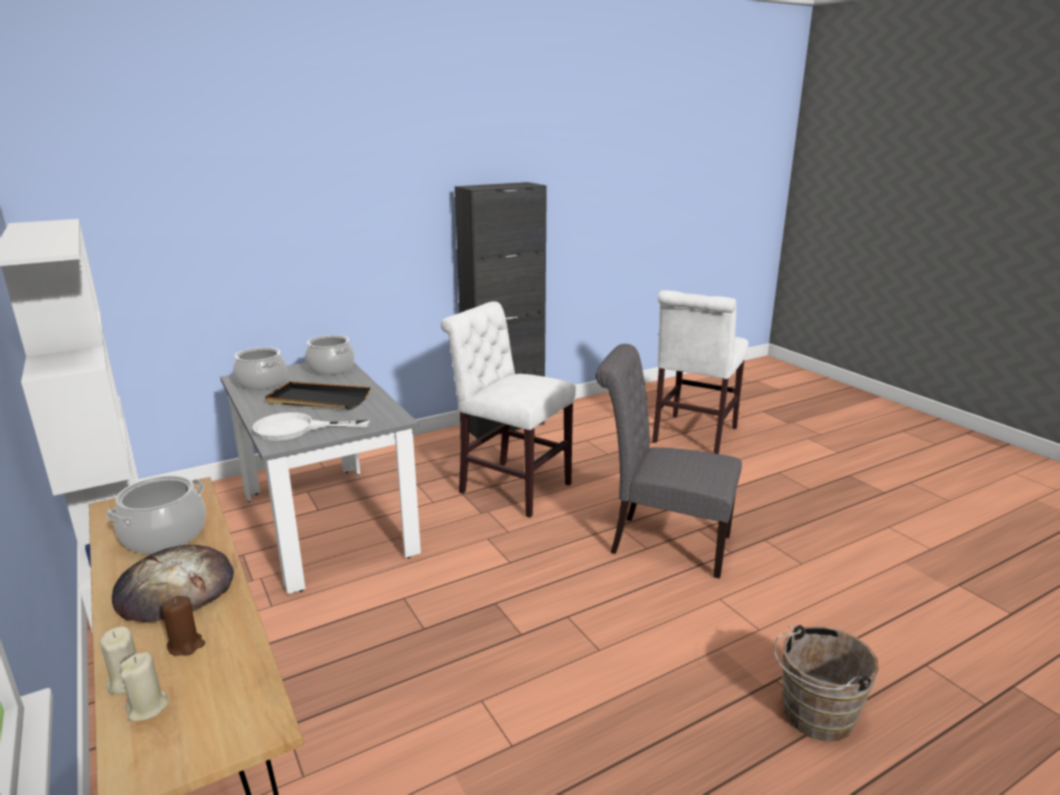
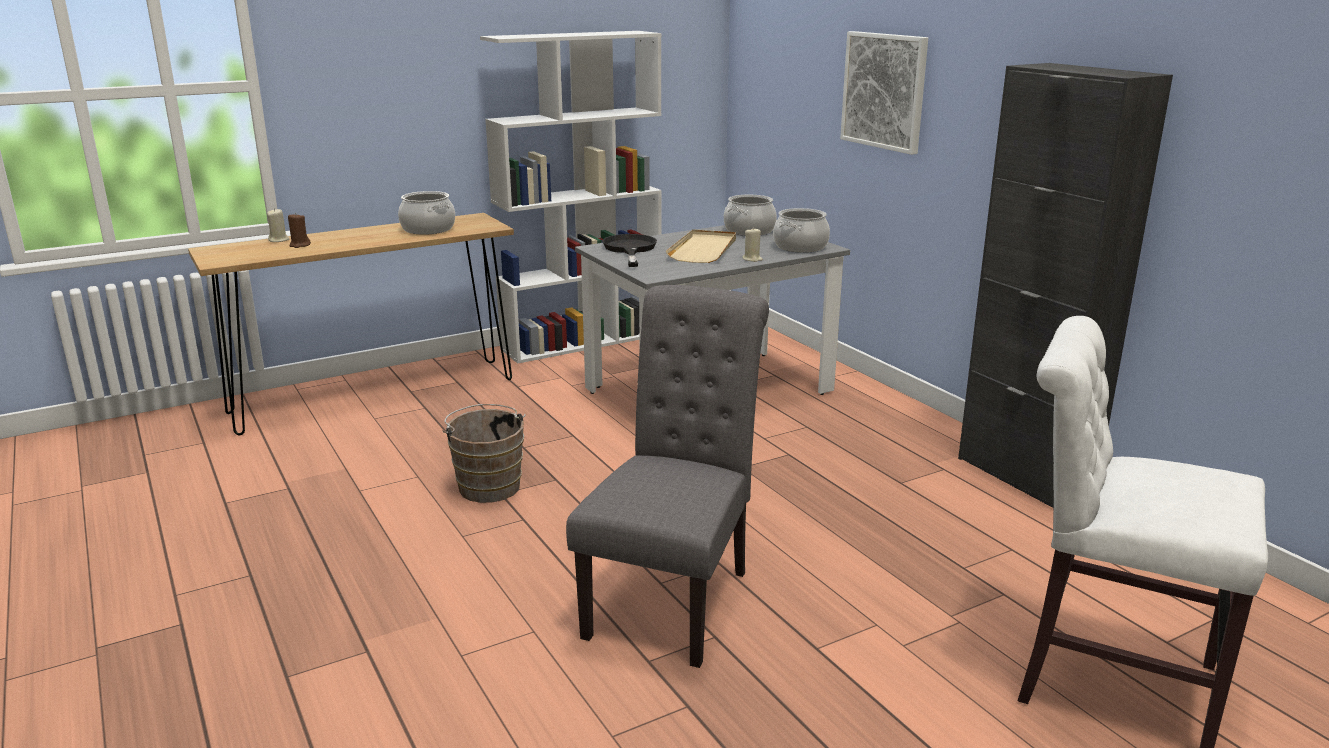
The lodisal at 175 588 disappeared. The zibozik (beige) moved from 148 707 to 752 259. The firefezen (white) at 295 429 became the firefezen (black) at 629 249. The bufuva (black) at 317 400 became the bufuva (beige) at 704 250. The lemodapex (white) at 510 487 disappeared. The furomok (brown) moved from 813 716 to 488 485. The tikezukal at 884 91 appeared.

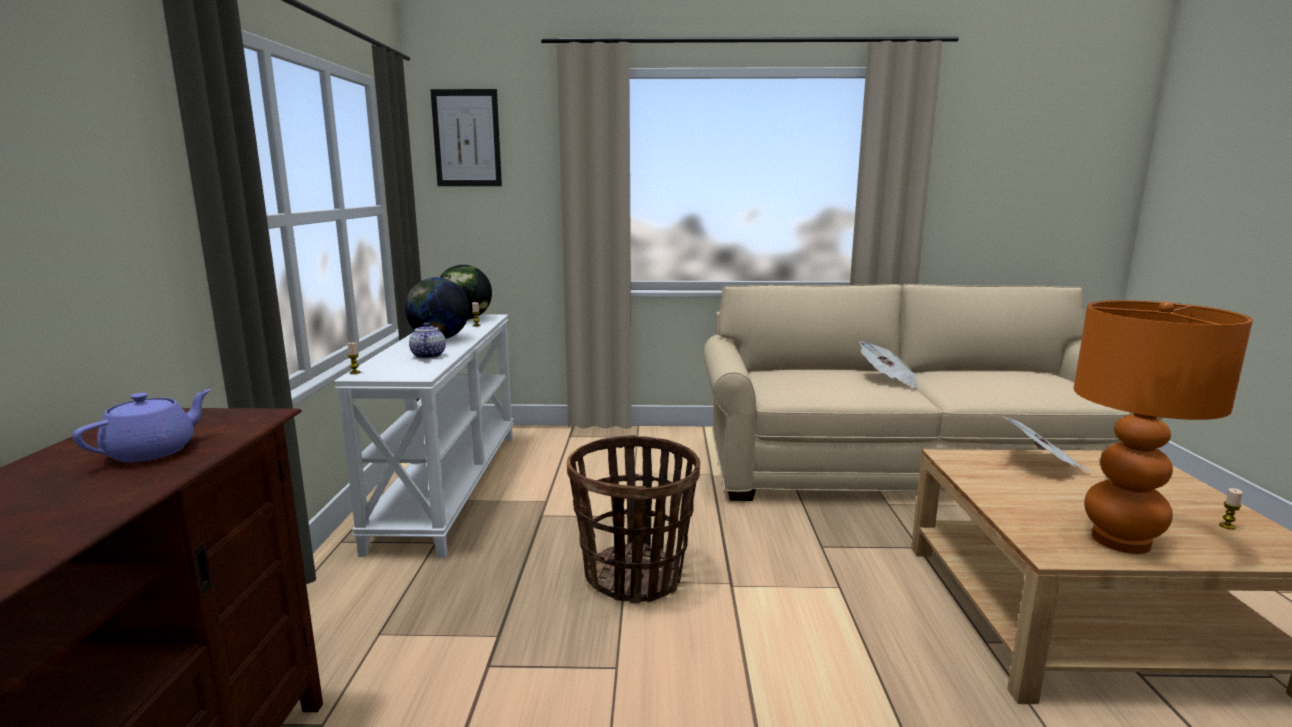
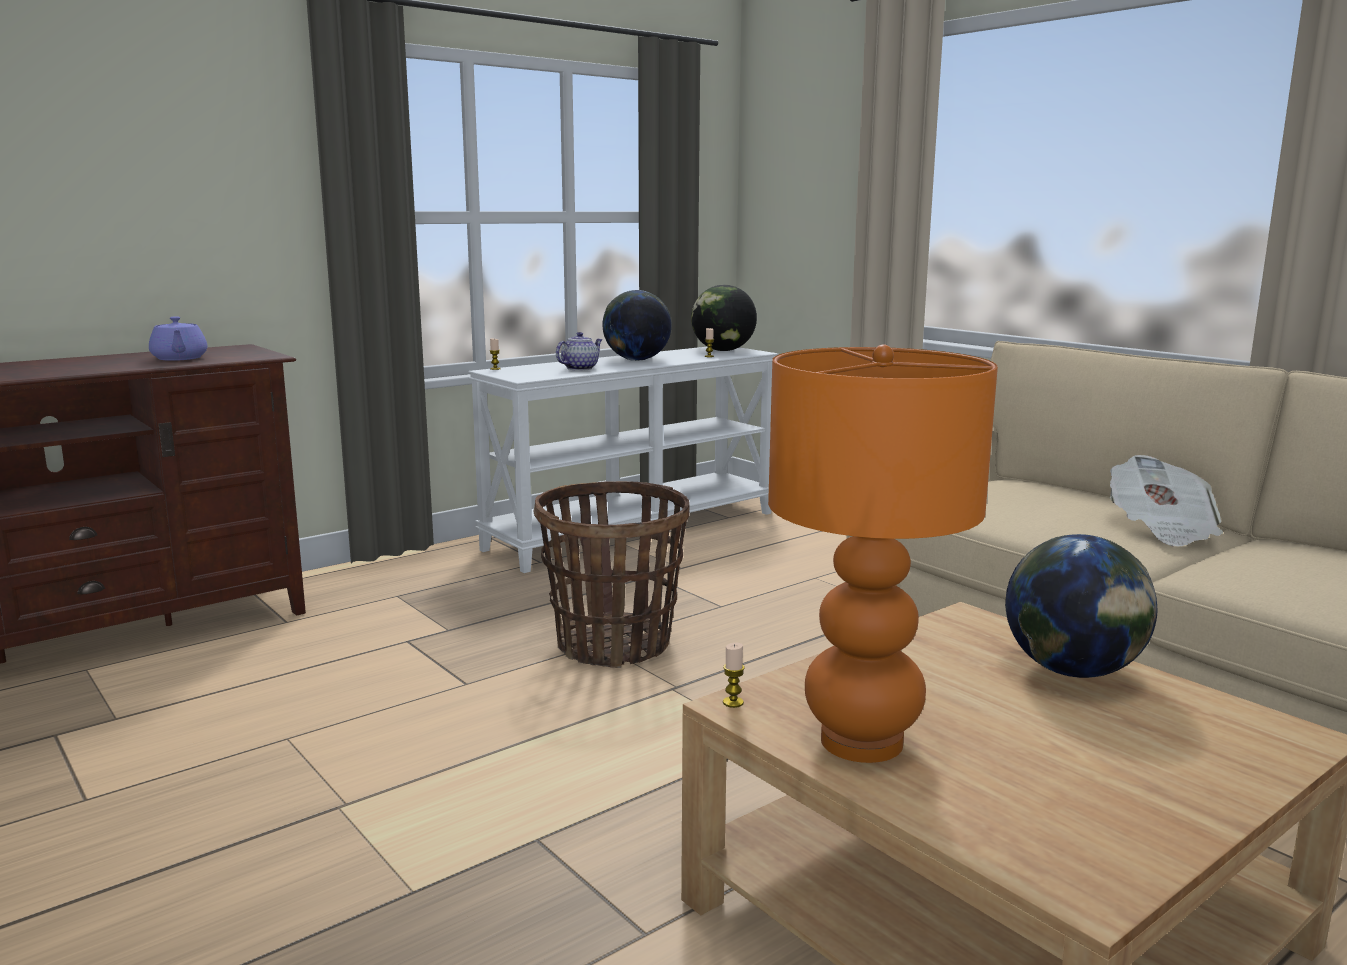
The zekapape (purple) at 153 451 turned 75 degrees clockwise. The tikezukal at 467 138 disappeared. The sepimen at 1043 465 was replaced by the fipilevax at 1072 672. The zibozik moved from 1227 526 to 733 702.

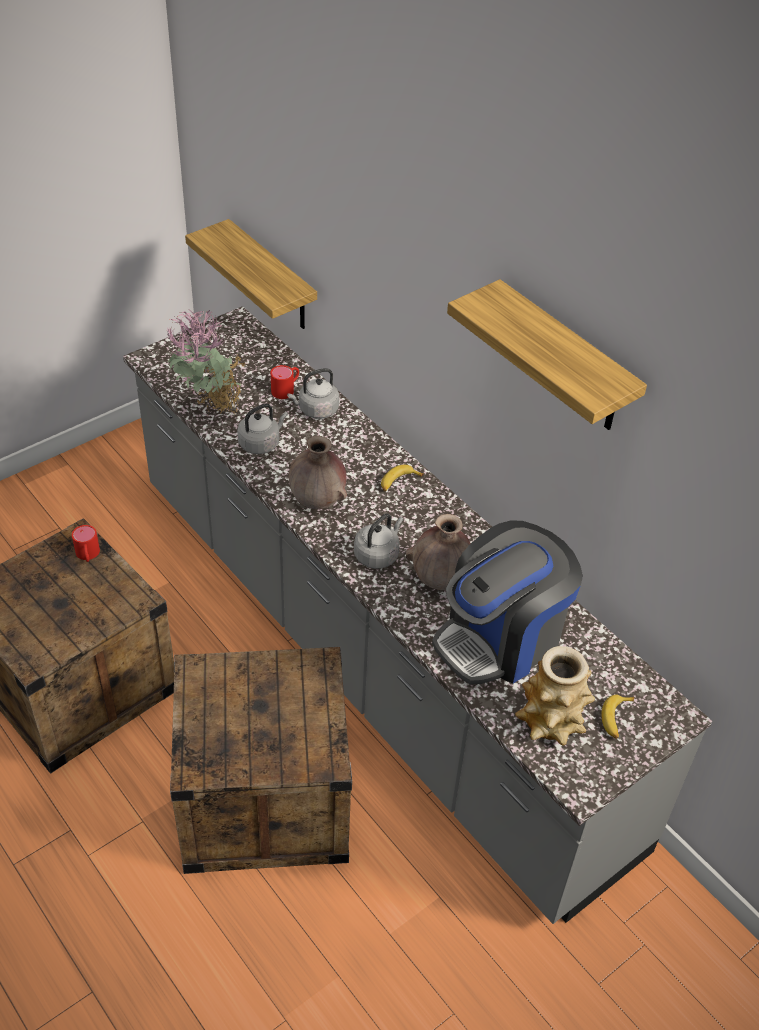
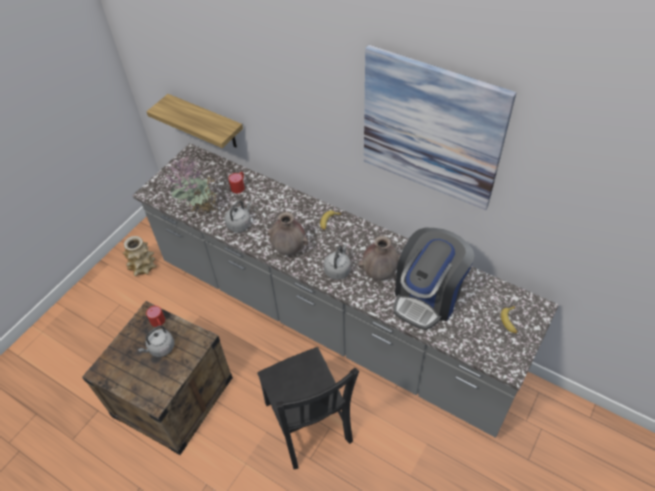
The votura at 264 800 was replaced by the lemodapex (black) at 309 425. The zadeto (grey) moved from 316 410 to 160 348. The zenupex at 564 360 was replaced by the tikezukal at 431 129. The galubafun moved from 550 721 to 143 267.

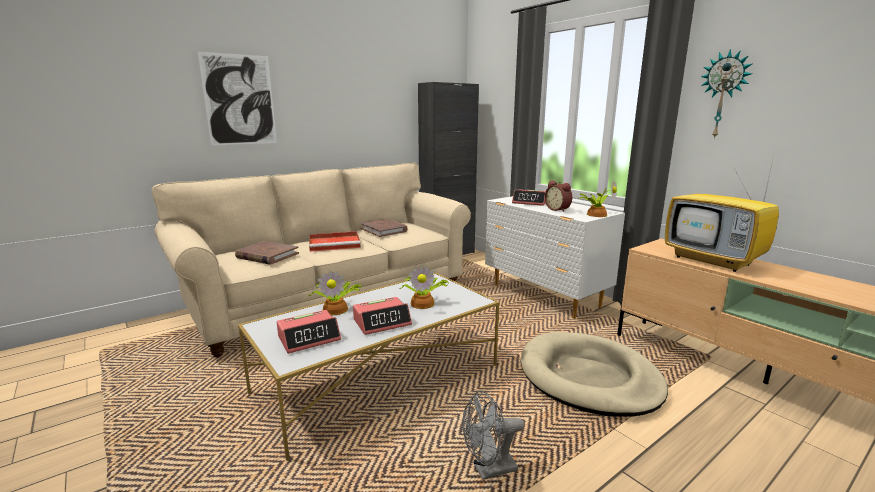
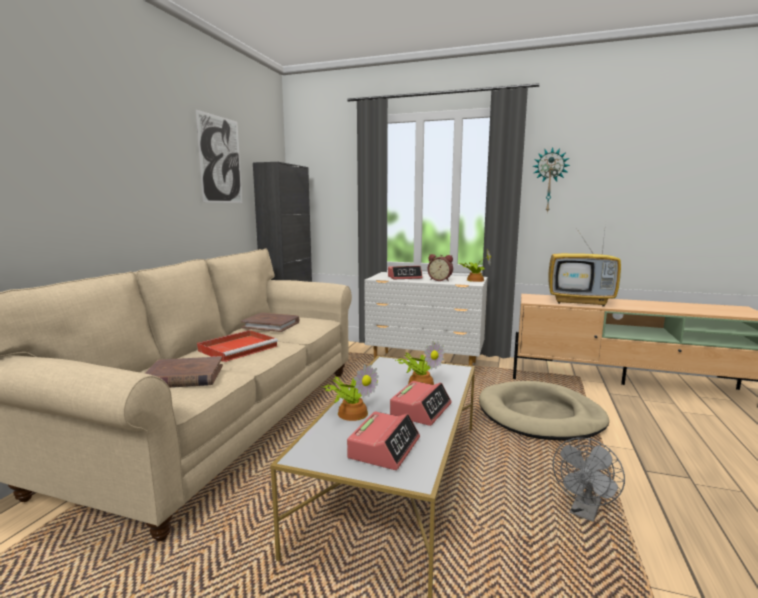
The tikezukal moved from 239 100 to 220 160.

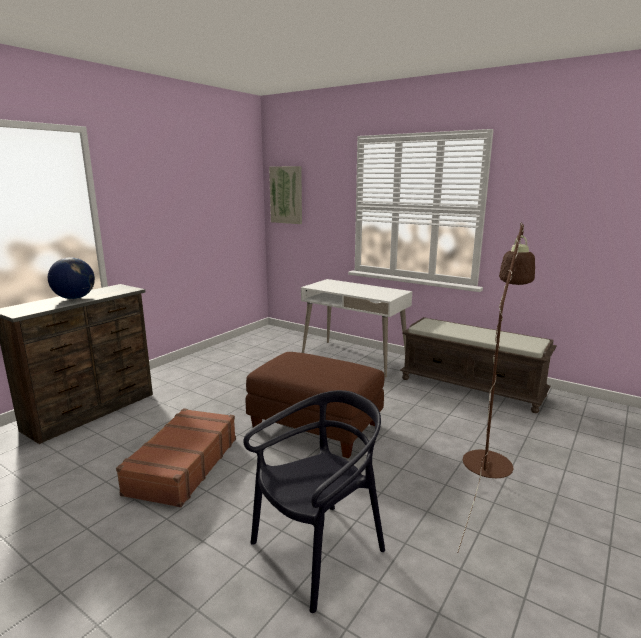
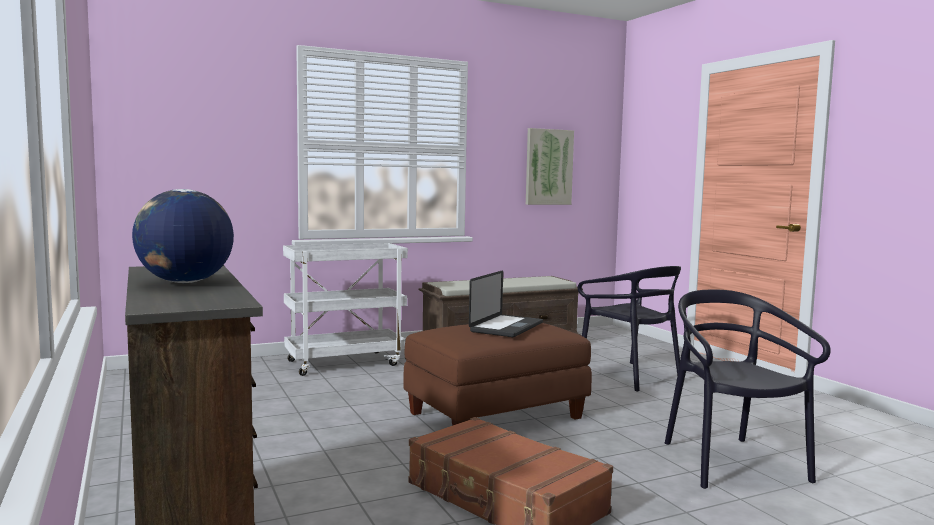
The tikezukal moved from 286 195 to 548 167. The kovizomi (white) at 354 358 was replaced by the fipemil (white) at 345 362. The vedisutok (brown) at 489 456 was replaced by the lemodapex (black) at 629 376. The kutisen at 506 327 appeared.

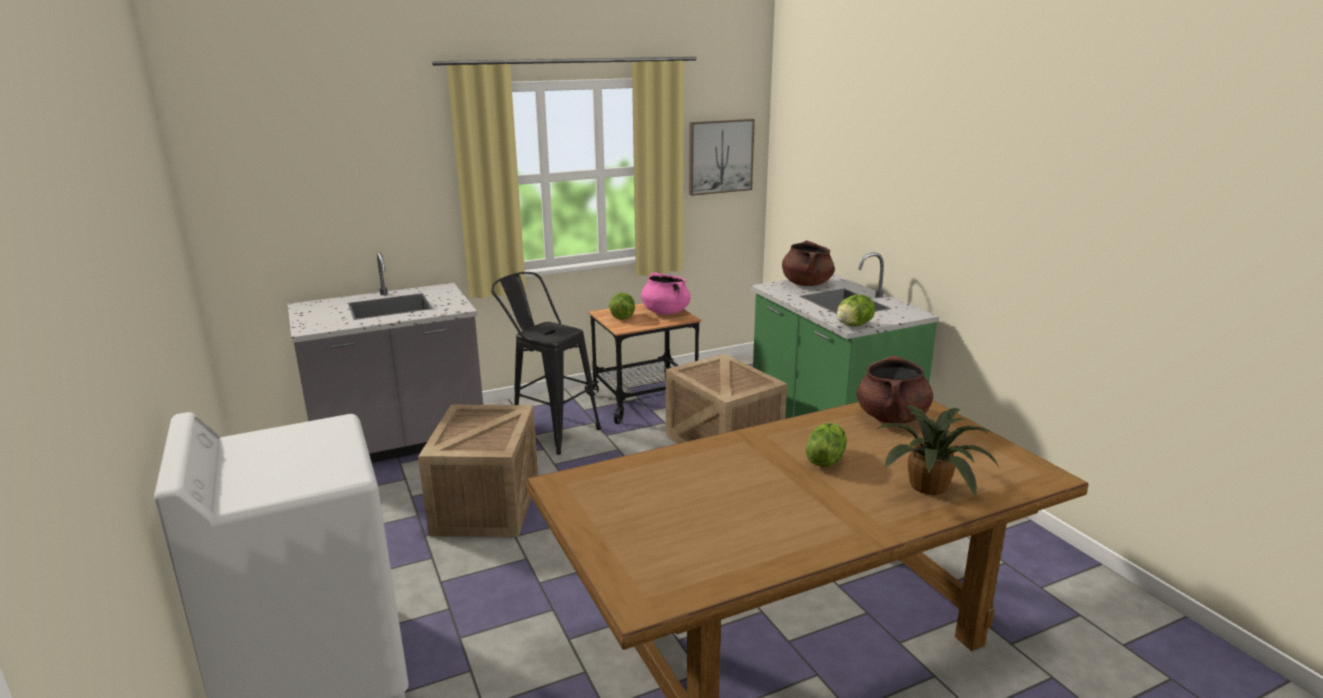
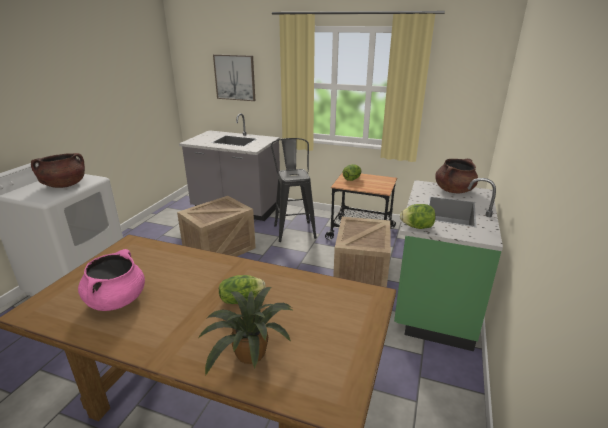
The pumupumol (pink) moved from 665 312 to 117 300. The tikezukal moved from 720 156 to 235 77. The pumupumol (brown) moved from 892 418 to 64 185.

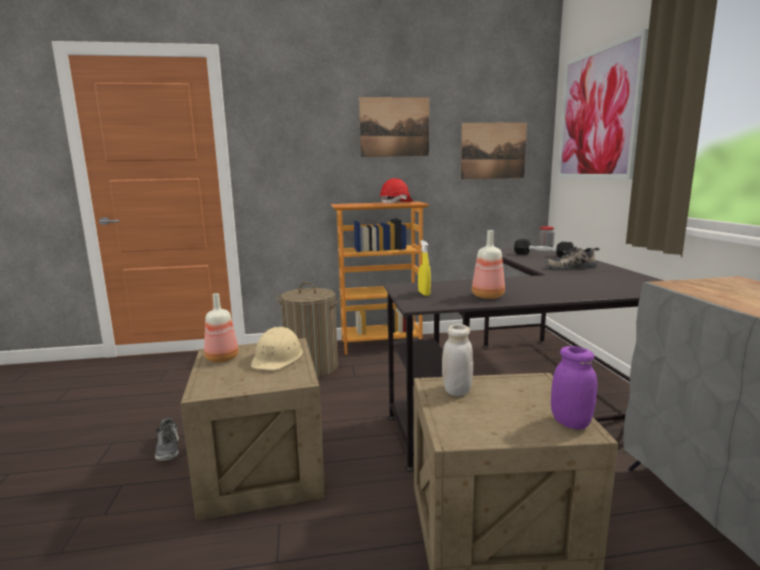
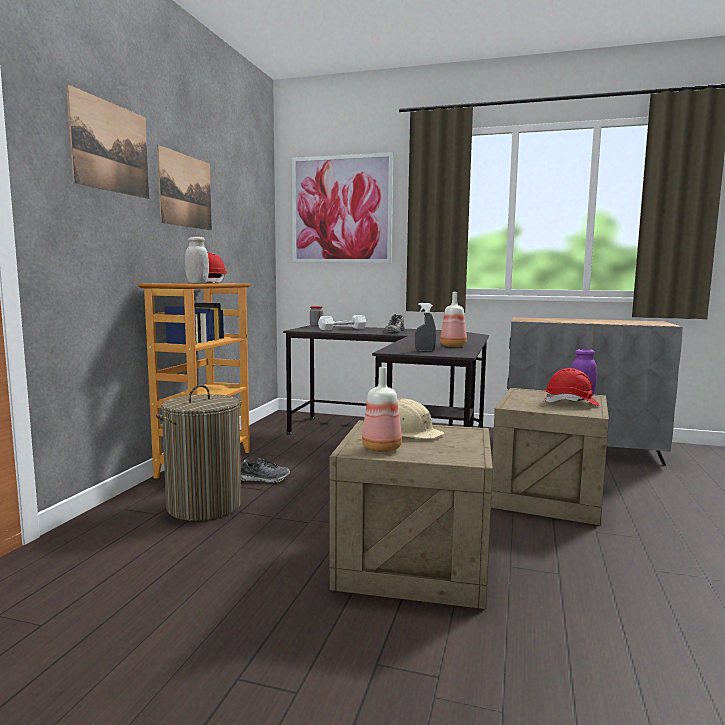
The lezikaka moved from 168 448 to 264 479. The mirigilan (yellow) at 424 293 became the mirigilan (grey) at 425 351. The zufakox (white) moved from 456 390 to 197 283. The tikezukal moved from 493 151 to 111 147. The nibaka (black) at 542 255 became the nibaka (white) at 342 329. The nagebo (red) at 571 403 appeared.

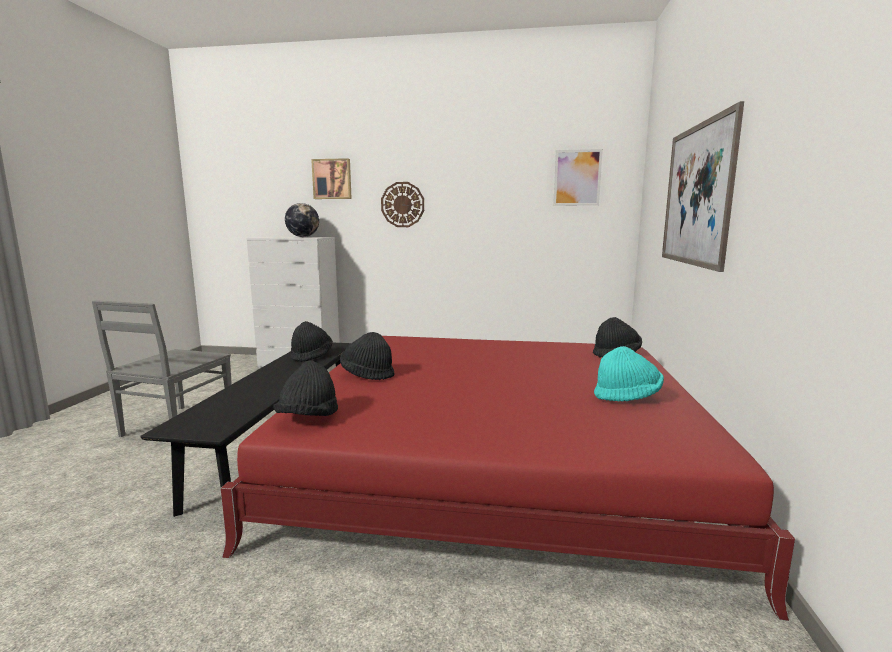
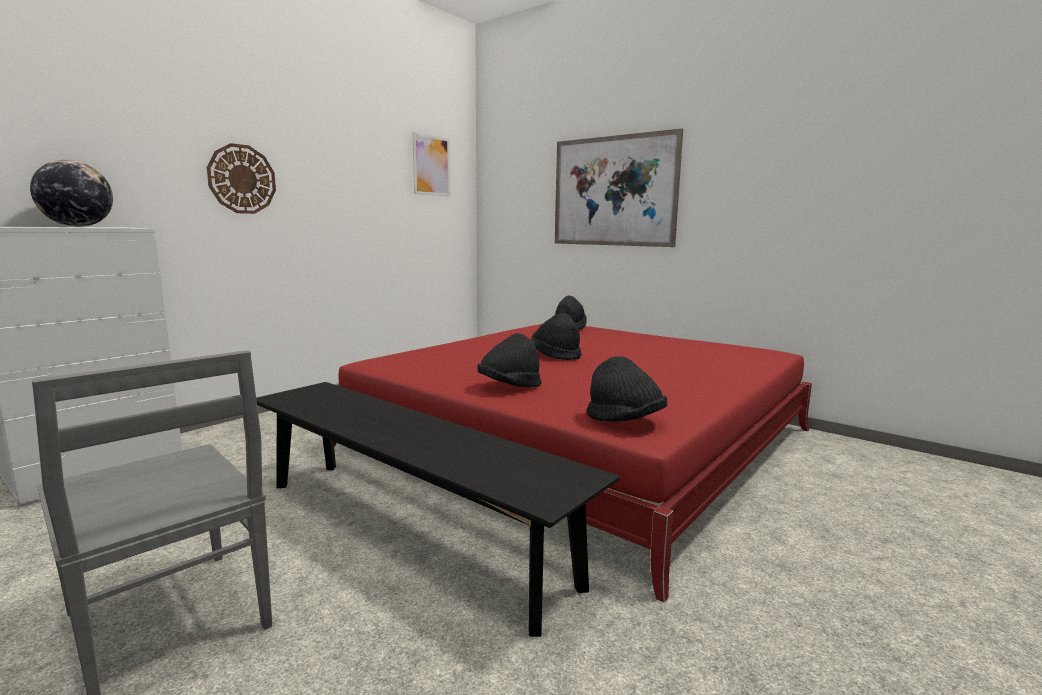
The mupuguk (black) moved from 311 356 to 556 355. The tikezukal at 332 179 disappeared. The mupuguk (turquoise) at 627 397 disappeared.

